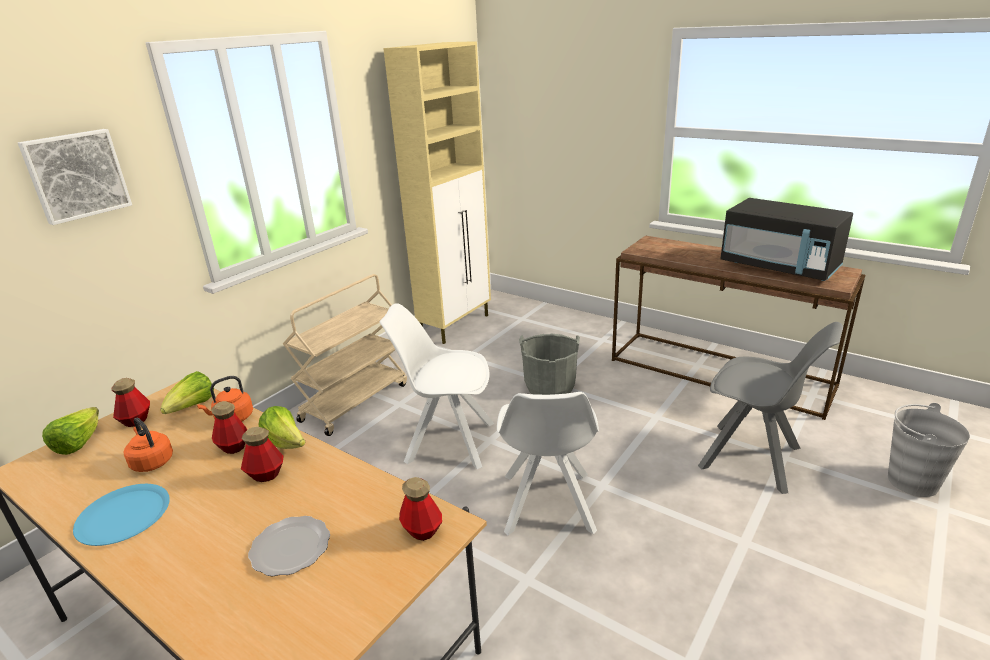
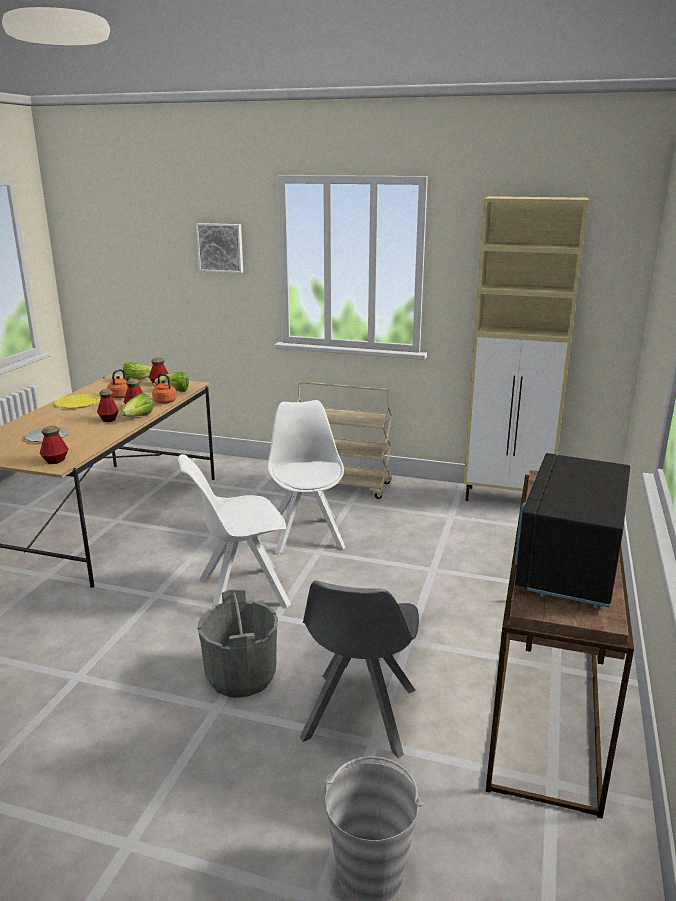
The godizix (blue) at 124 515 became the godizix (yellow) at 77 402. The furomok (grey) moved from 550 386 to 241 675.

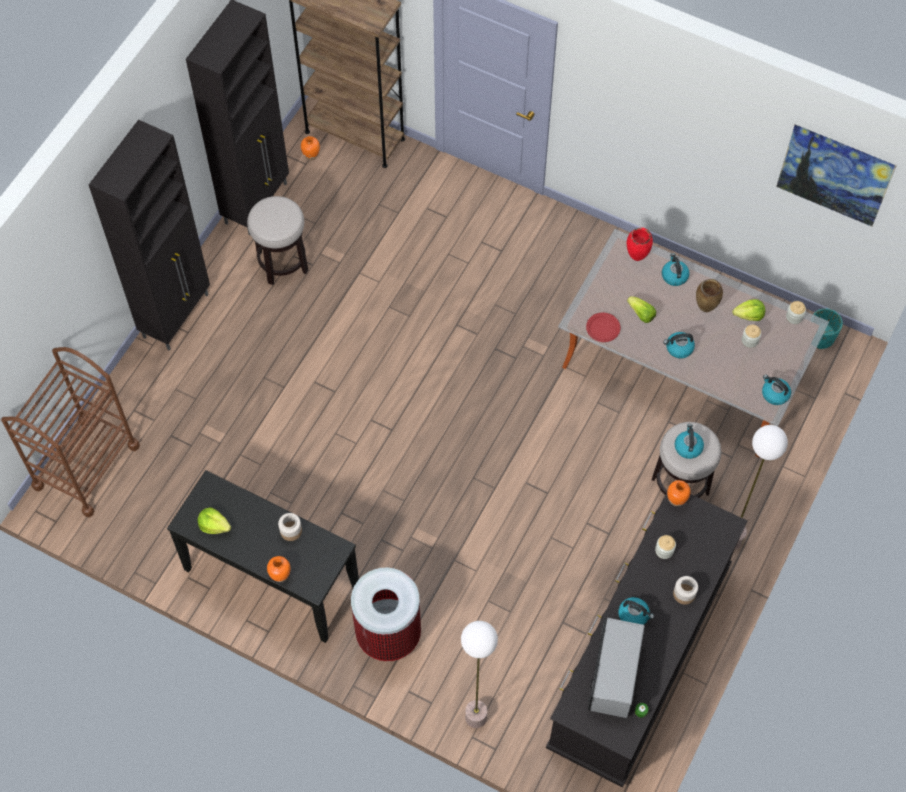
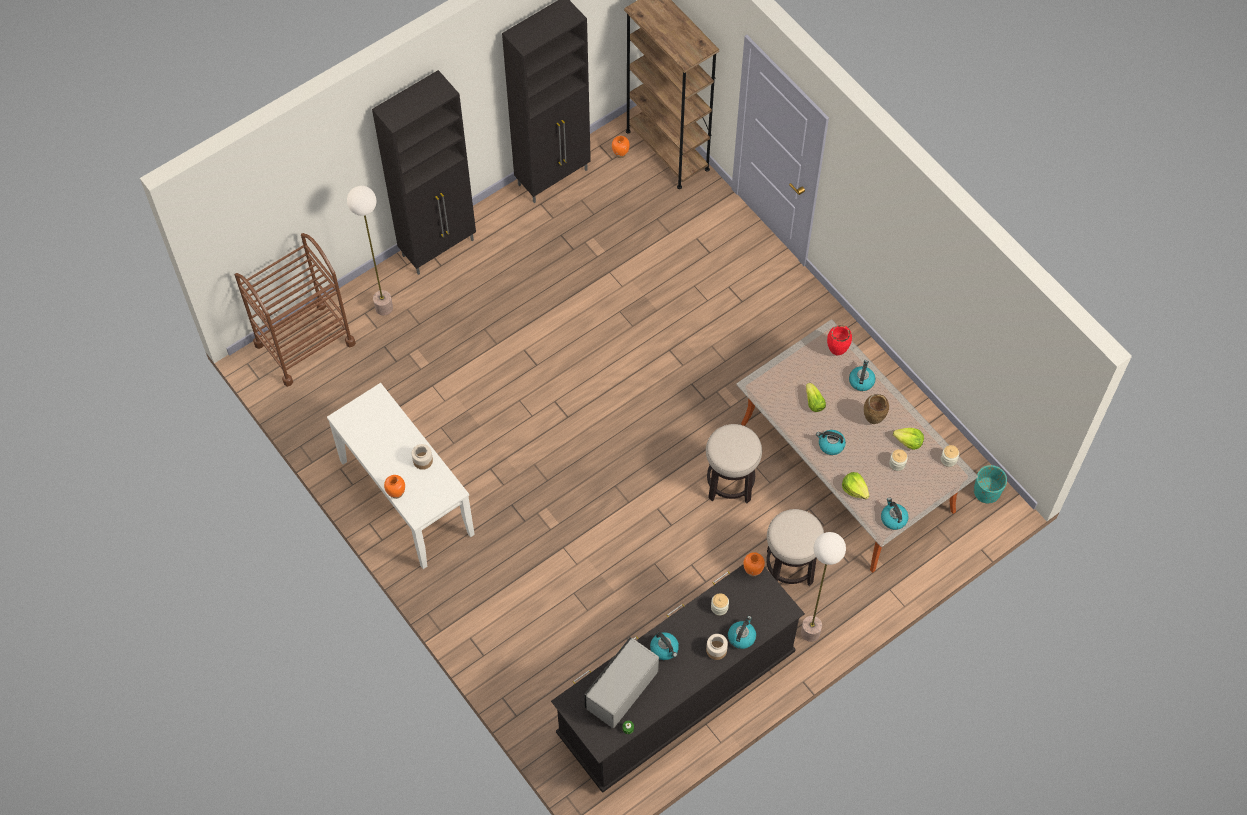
The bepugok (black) at 271 578 became the bepugok (white) at 406 498. The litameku moved from 214 525 to 855 489. The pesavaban moved from 282 263 to 730 483. The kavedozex at 388 634 disappeared. The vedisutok moved from 476 717 to 384 307. The godizix (red) at 603 328 disappeared. The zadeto moved from 688 447 to 741 636. The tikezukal at 829 191 disappeared.

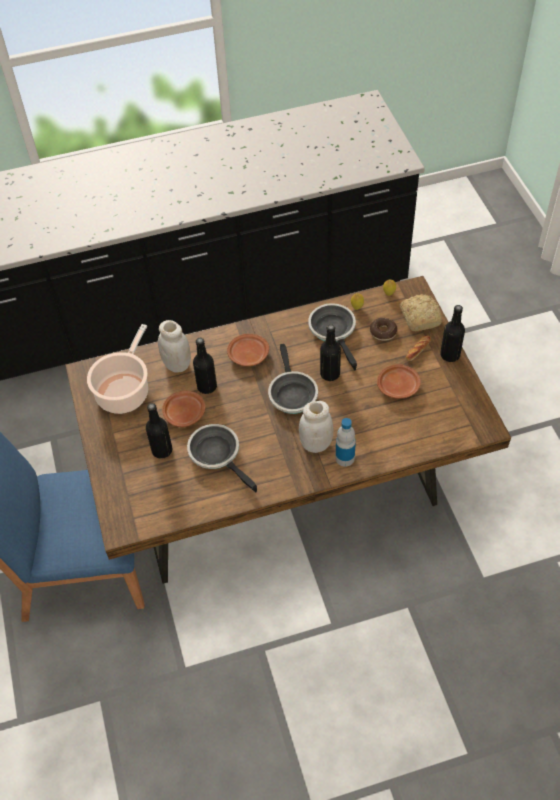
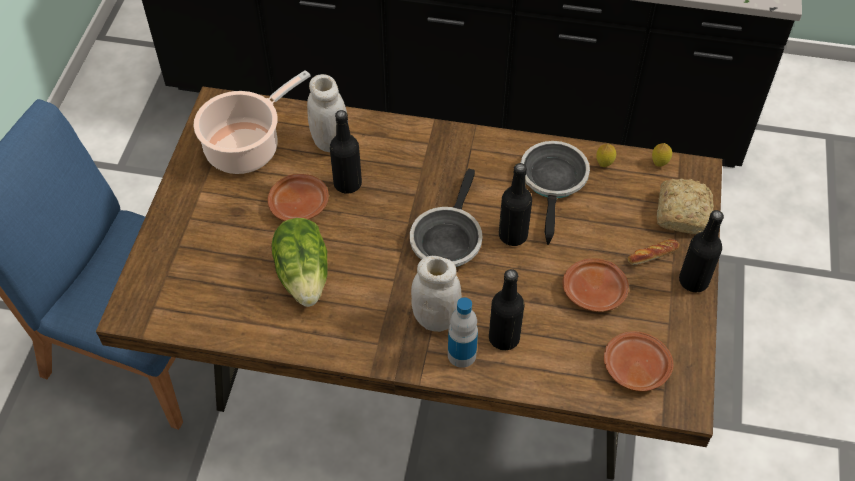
The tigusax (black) moved from 162 450 to 504 338. The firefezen at 218 454 was replaced by the litameku at 305 275. The godizix (brown) moved from 248 355 to 635 367. The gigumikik at 383 332 disappeared.

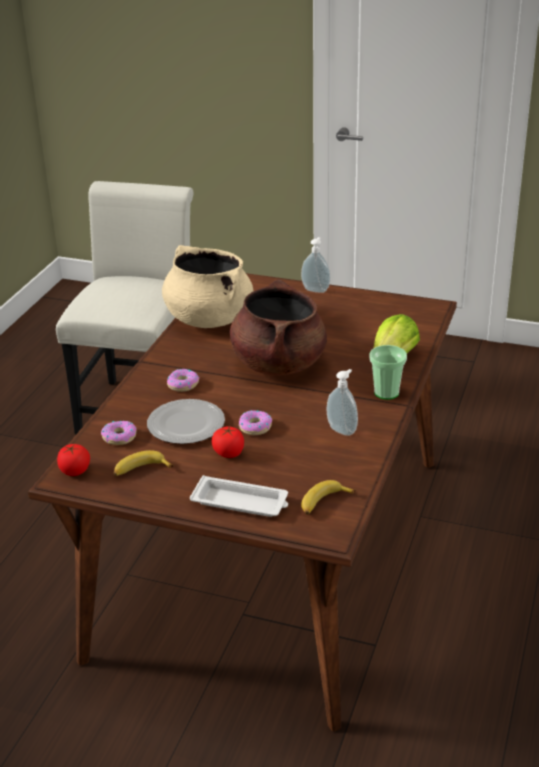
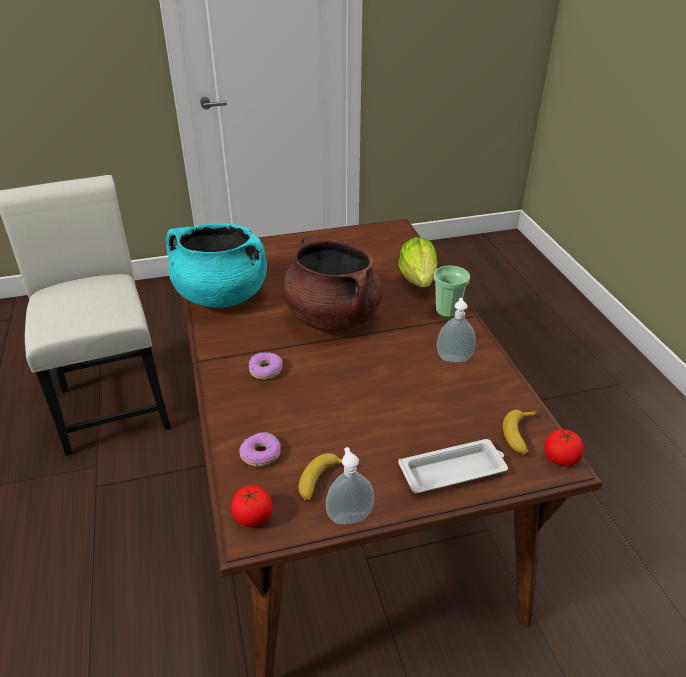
The godizix at 186 424 disappeared. The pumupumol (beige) at 208 319 became the pumupumol (turquoise) at 221 296. The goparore moved from 228 453 to 560 458. The gigumikik at 255 427 disappeared. The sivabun moved from 316 290 to 349 516.

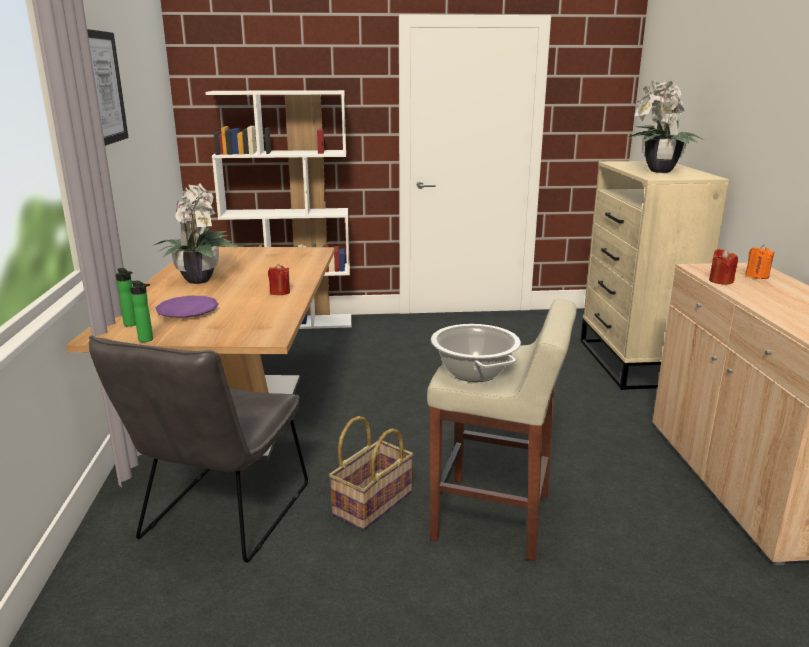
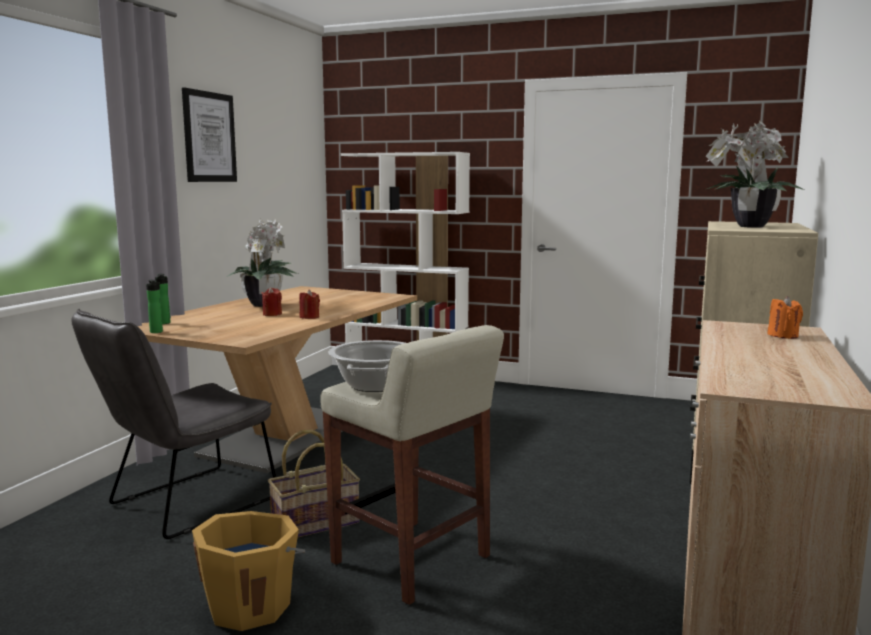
The godizix (purple) at 188 311 disappeared. The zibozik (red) moved from 721 281 to 272 314. The furomok (orange) at 250 605 appeared.

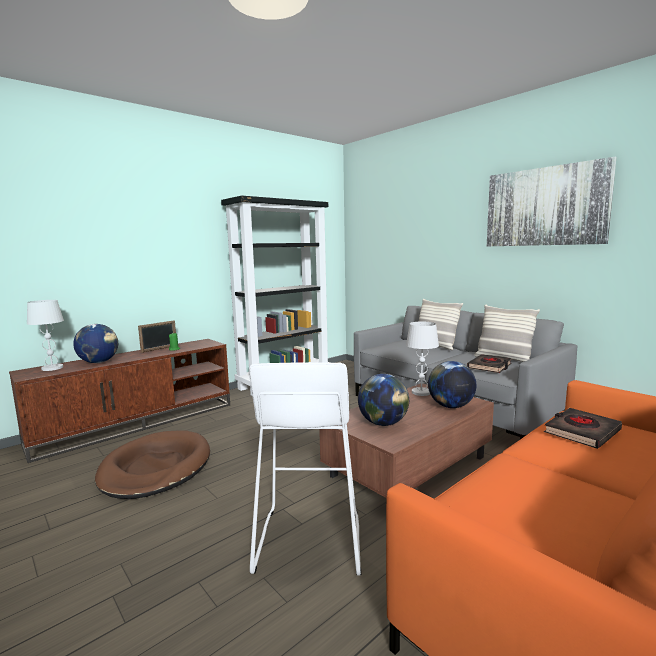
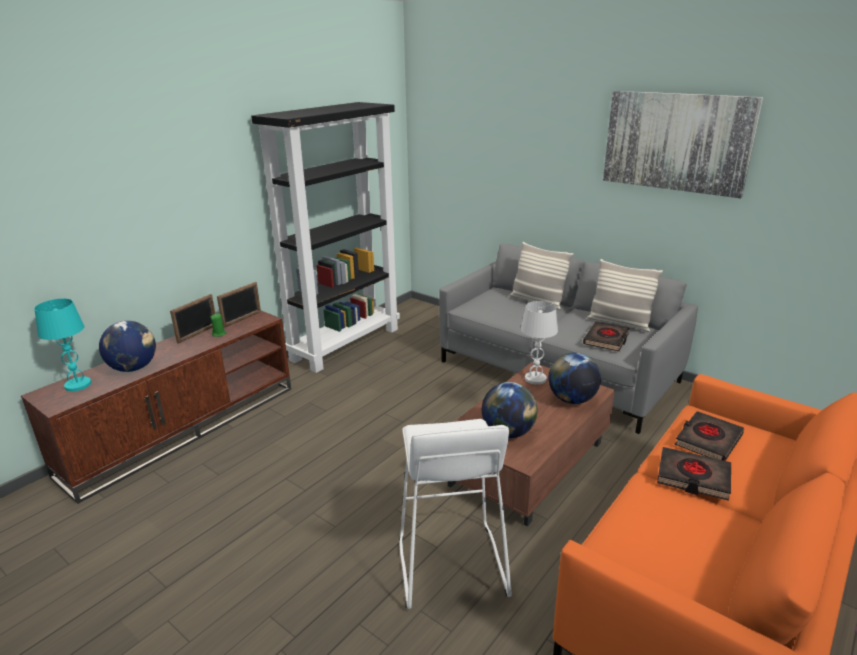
The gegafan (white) at 52 368 became the gegafan (turquoise) at 78 385. The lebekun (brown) at 156 468 disappeared. The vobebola at 242 319 appeared. The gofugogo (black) at 693 477 appeared.

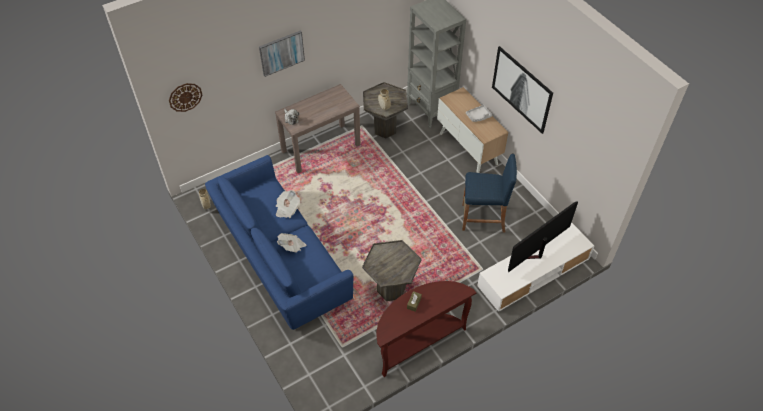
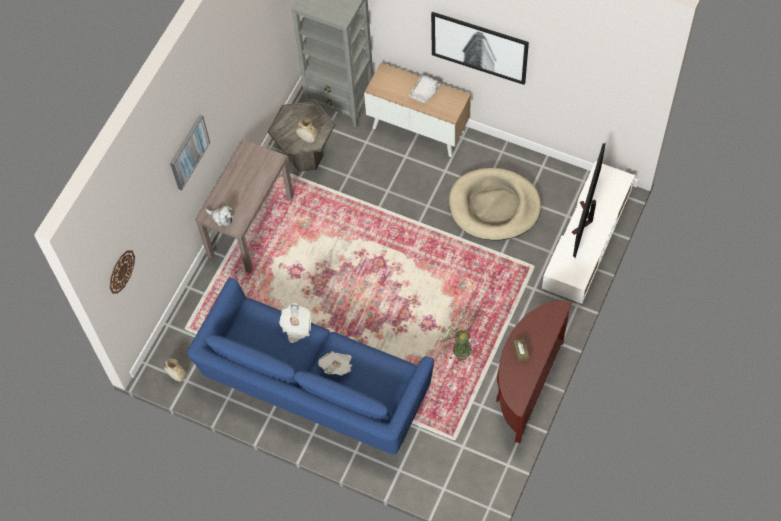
The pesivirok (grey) at 391 290 was replaced by the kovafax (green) at 458 347. The pesavaban (blue) at 483 218 was replaced by the lebekun (beige) at 494 206.

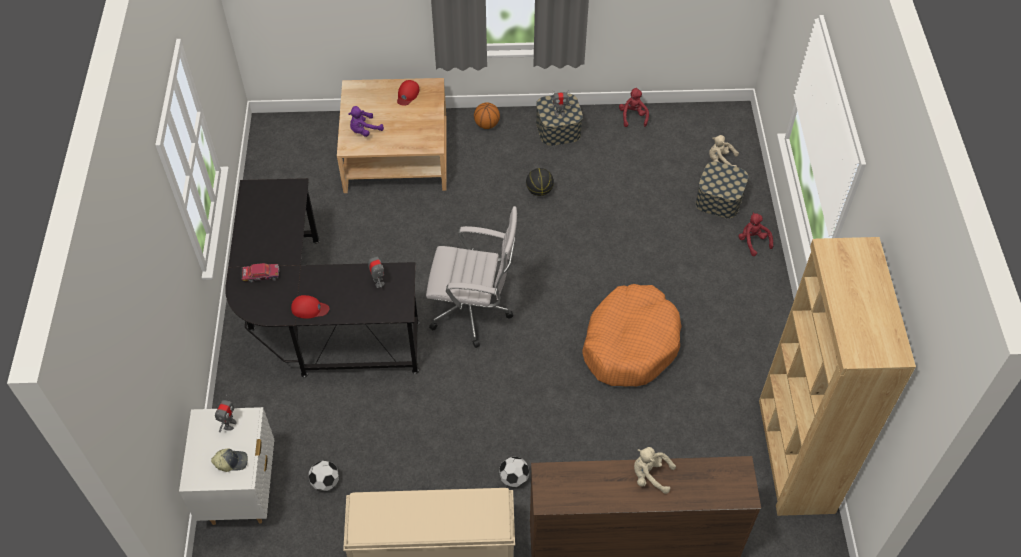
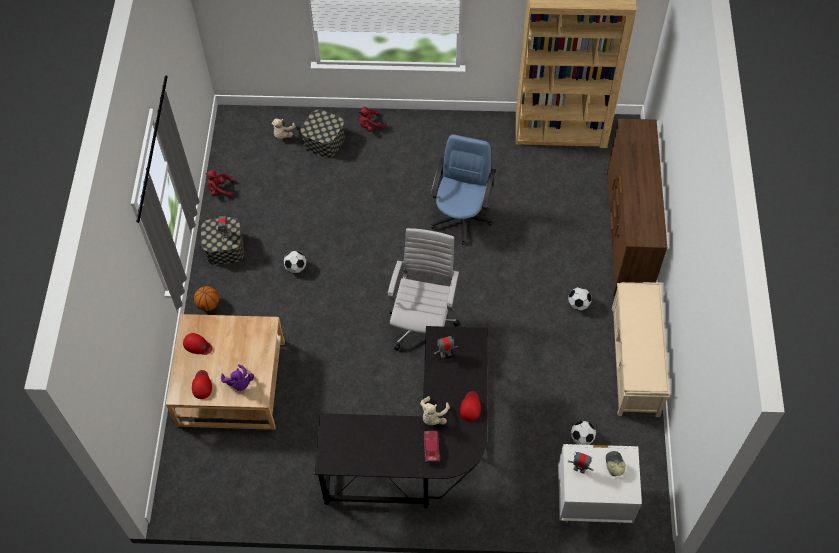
The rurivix at 539 190 was replaced by the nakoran at 296 267. The lebekun (orange) at 630 343 was replaced by the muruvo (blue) at 461 217. The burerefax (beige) moved from 650 475 to 433 416. The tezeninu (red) at 202 385 appeared.

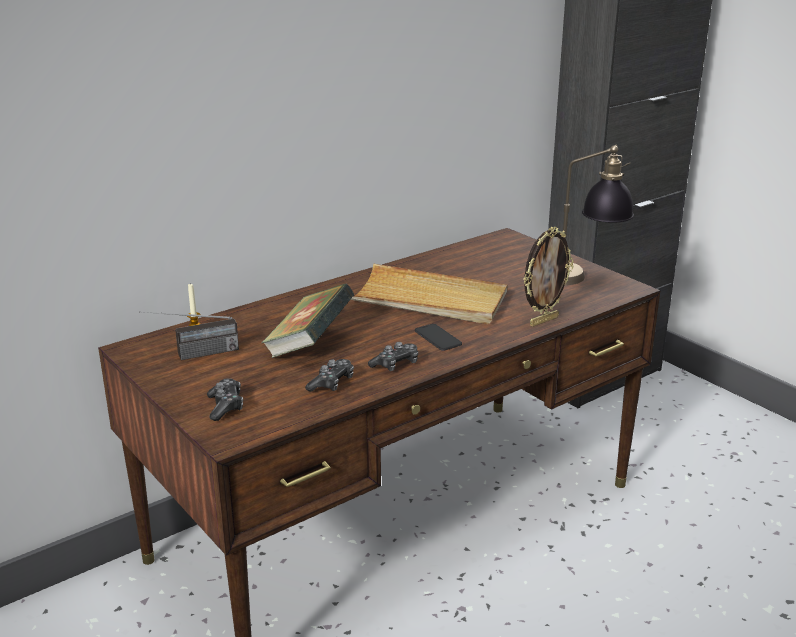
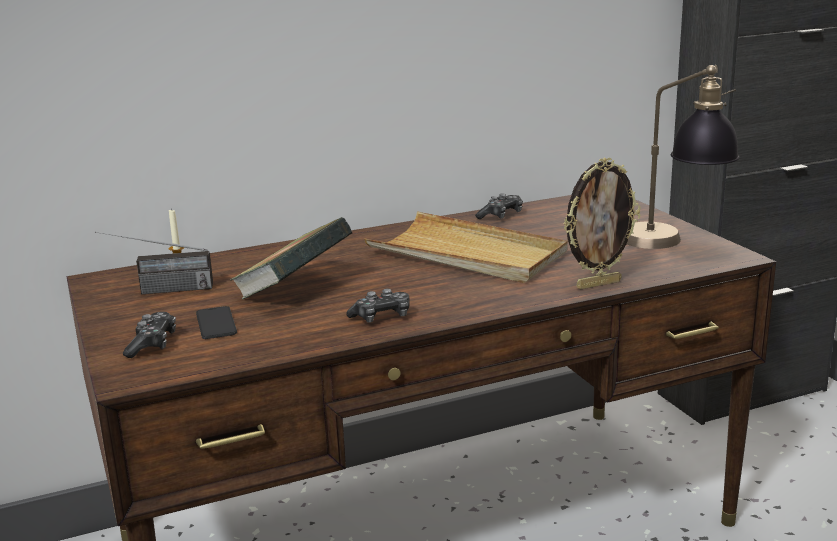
The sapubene moved from 332 383 to 501 215. The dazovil moved from 438 338 to 216 323.

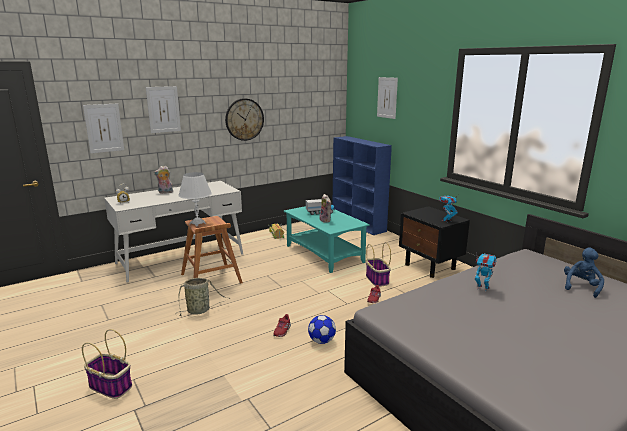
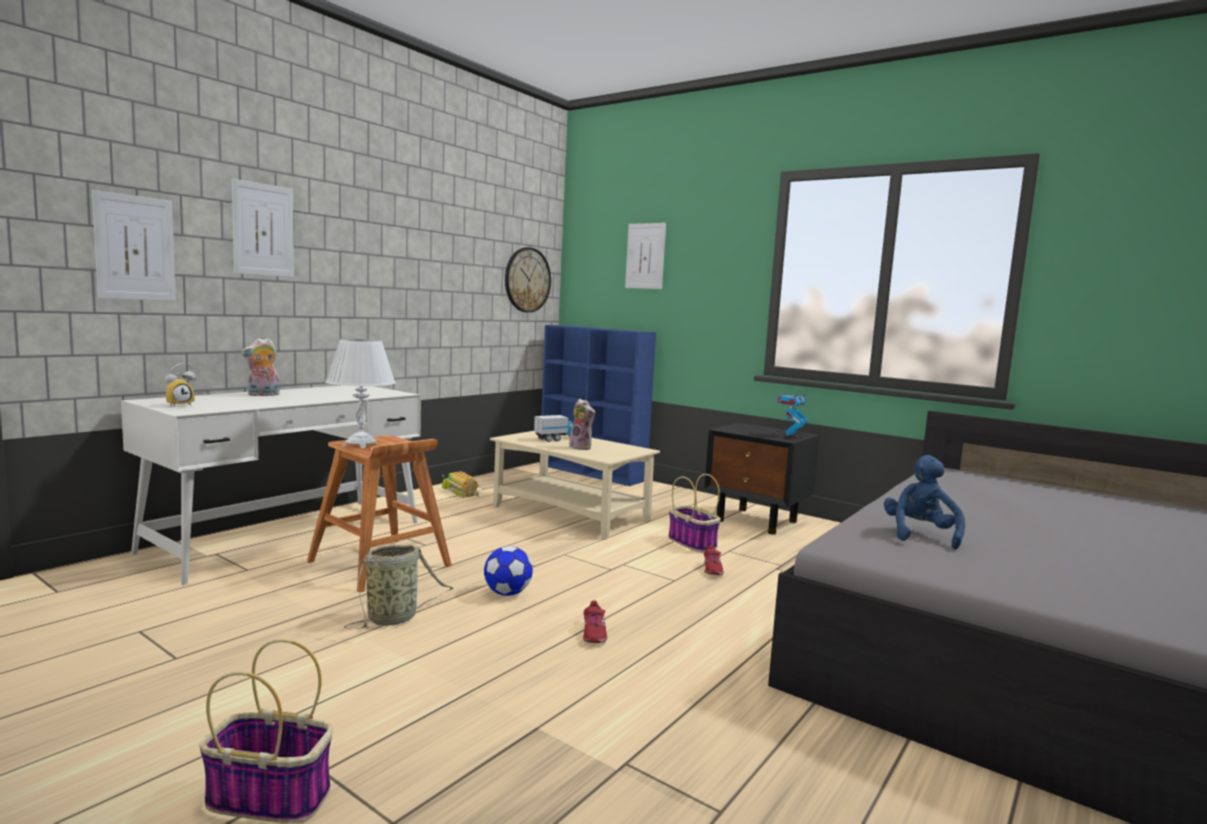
The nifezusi moved from 244 119 to 527 280. The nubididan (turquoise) at 323 253 became the nubididan (beige) at 569 514. The nakoran moved from 321 341 to 507 593. The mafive at 482 288 disappeared. The burerefax (blue) moved from 581 287 to 920 535.

